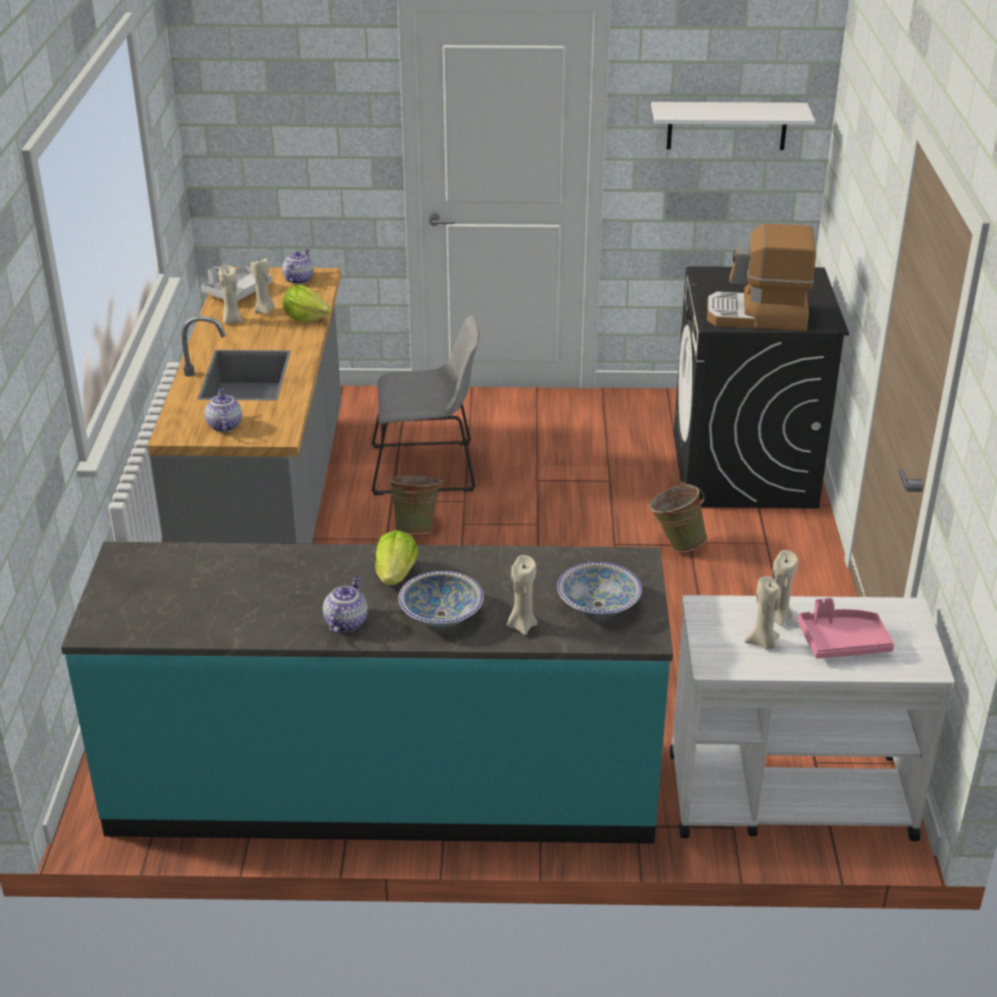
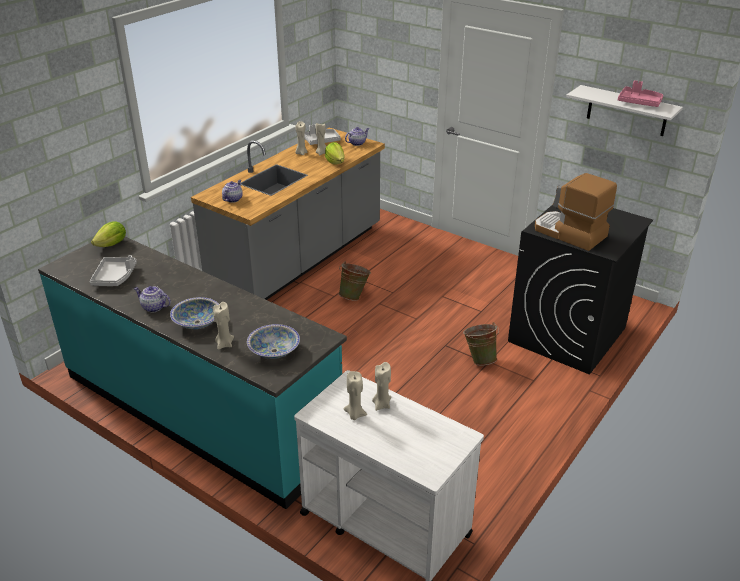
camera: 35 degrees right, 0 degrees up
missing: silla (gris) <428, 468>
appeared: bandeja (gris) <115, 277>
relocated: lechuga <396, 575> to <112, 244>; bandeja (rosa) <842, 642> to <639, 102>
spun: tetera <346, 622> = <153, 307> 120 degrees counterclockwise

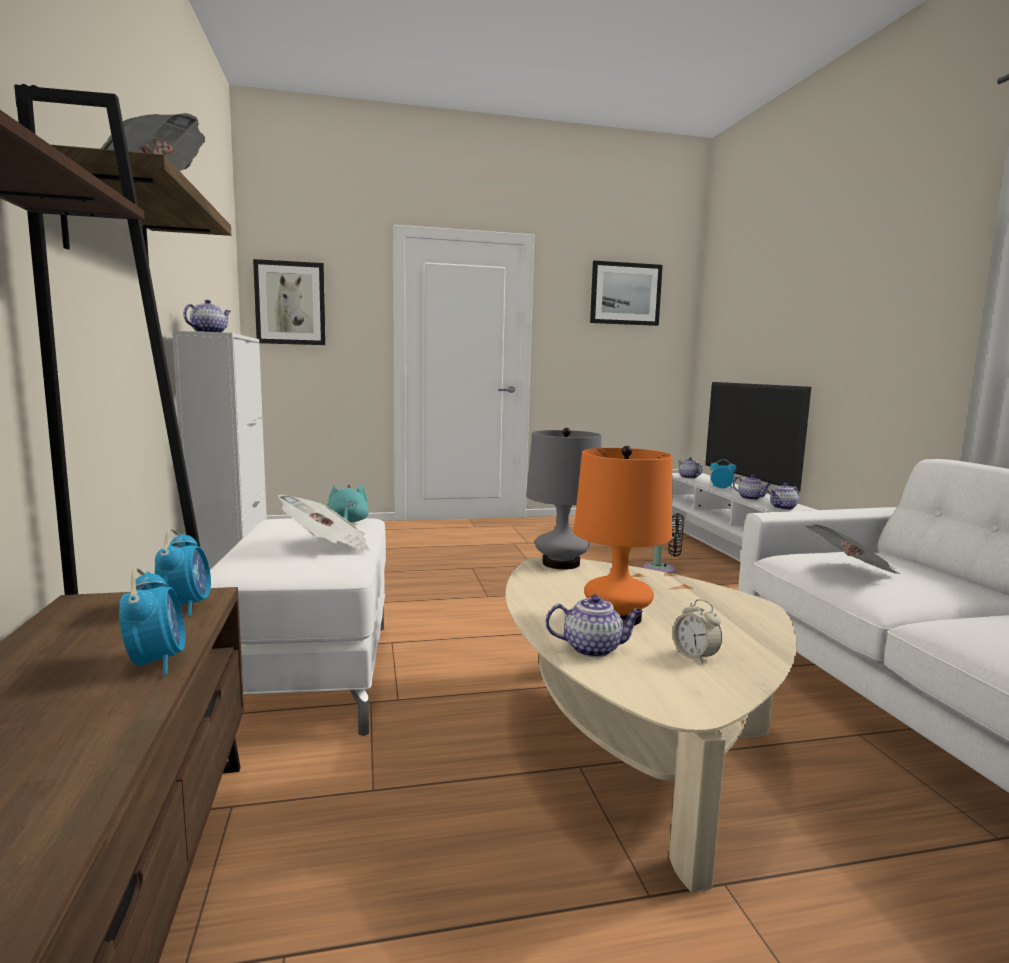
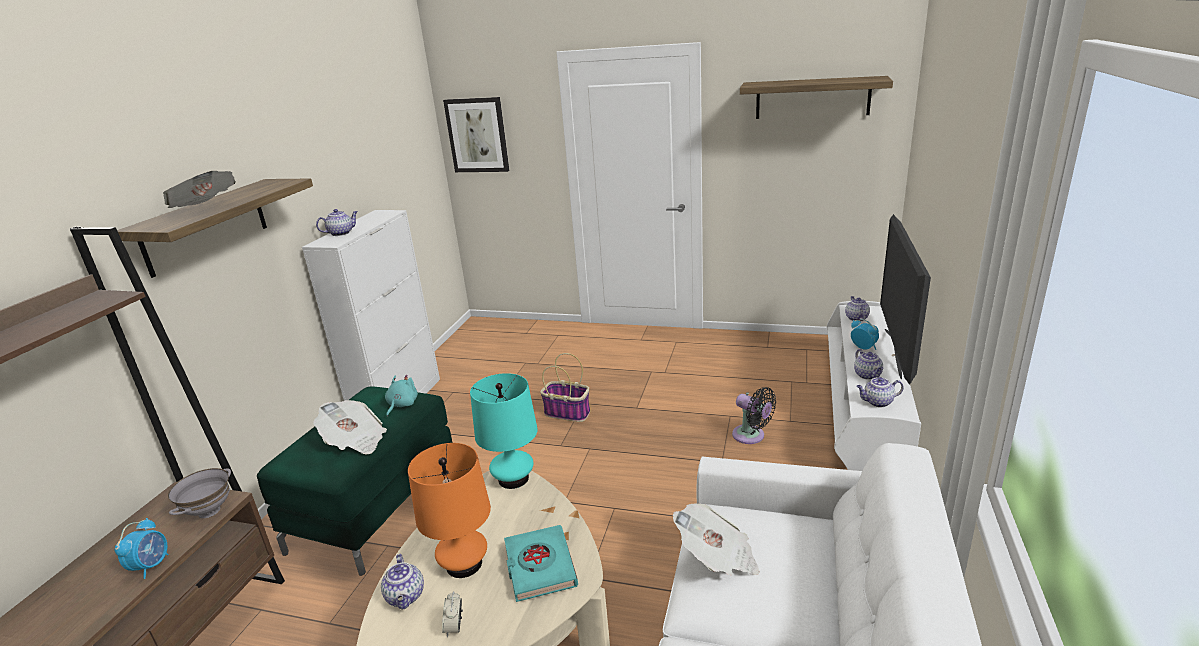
camera: 30 degrees right, 15 degrees up
appeared: libro (turquesa) <539, 567>; cesta <568, 413>
exchanged: despertador <186, 607> to cuenco (gris) <209, 511>; cuadro <625, 294> to estante <812, 98>
colour: puf (blanco) <310, 675> to puf (verde) <376, 509>; lámpara de mesa (gris) <561, 563> to lámpara de mesa (turquesa) <513, 479>
spun: tetera <593, 649> = <406, 597> 45 degrees clockwise

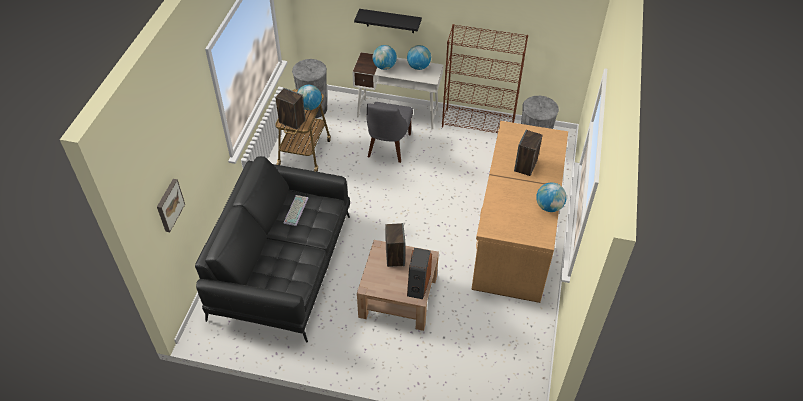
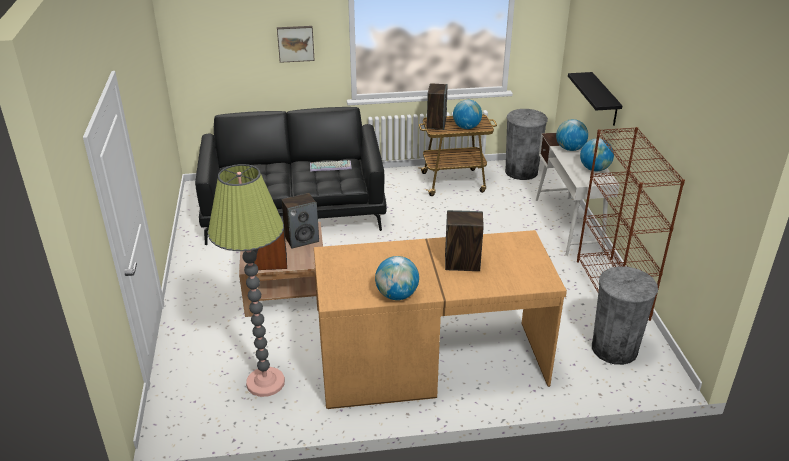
camera: 70 degrees right, 15 degrees down
missing: silla (gris) <388, 147>
appeared: lámpara de pie <265, 382>
relocated: cuadro <169, 205> to <295, 43>

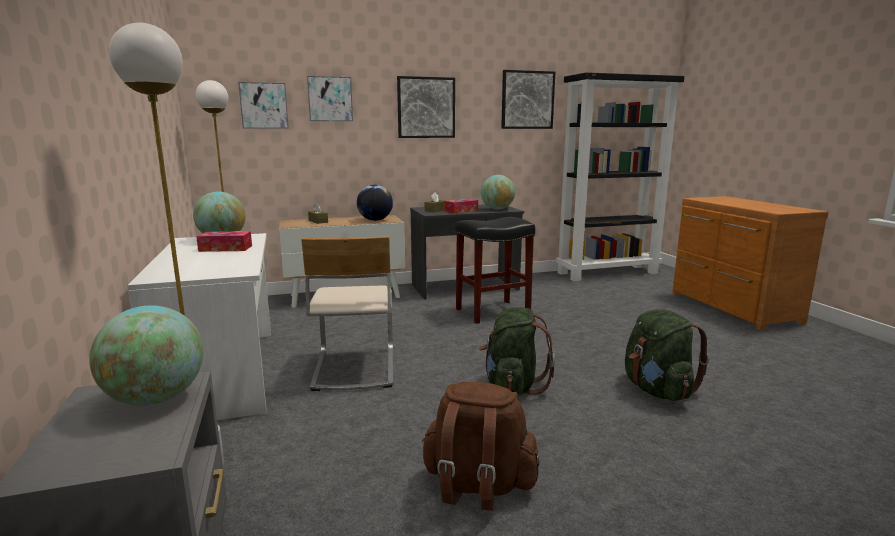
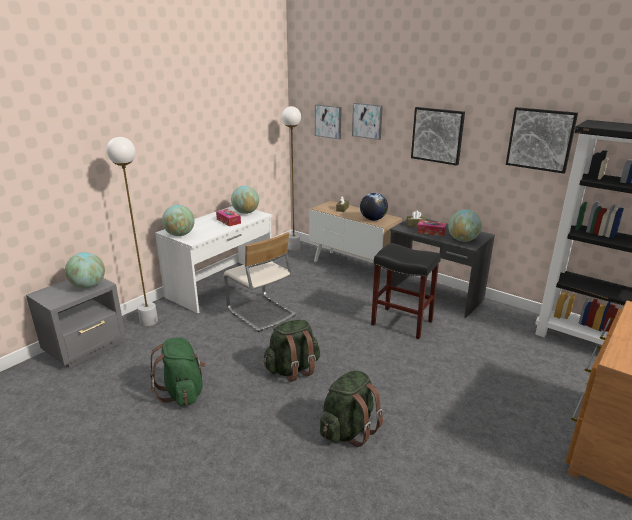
camera: 55 degrees right, 10 degrees up
appeared: globo terráqueo <180, 235>
colour: mochila (marrón) <478, 485> to mochila (verde) <183, 392>
spun: silla (beis) <353, 368> = <261, 313> 90 degrees counterclockwise

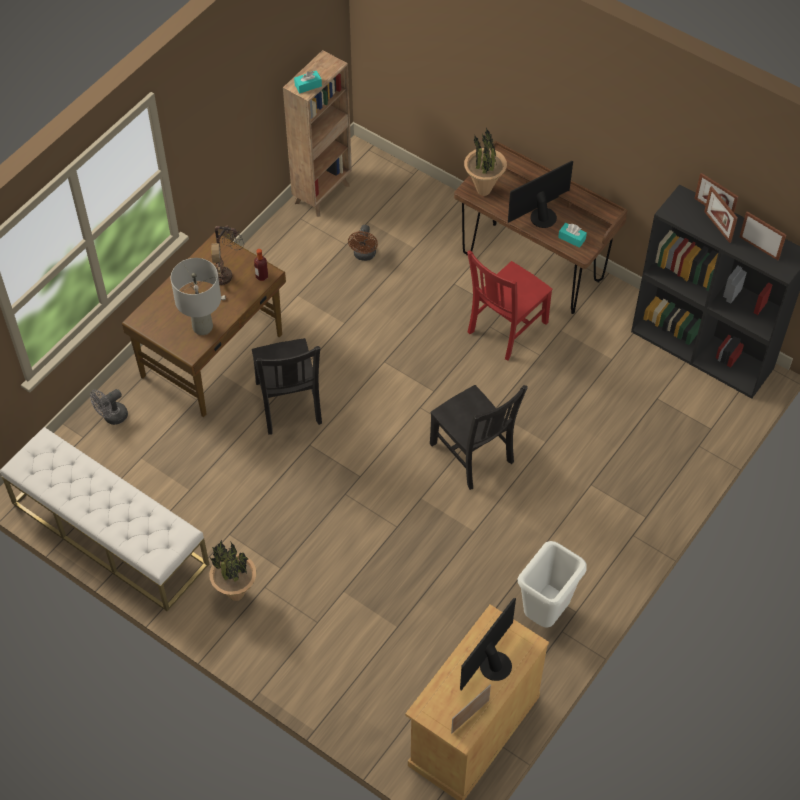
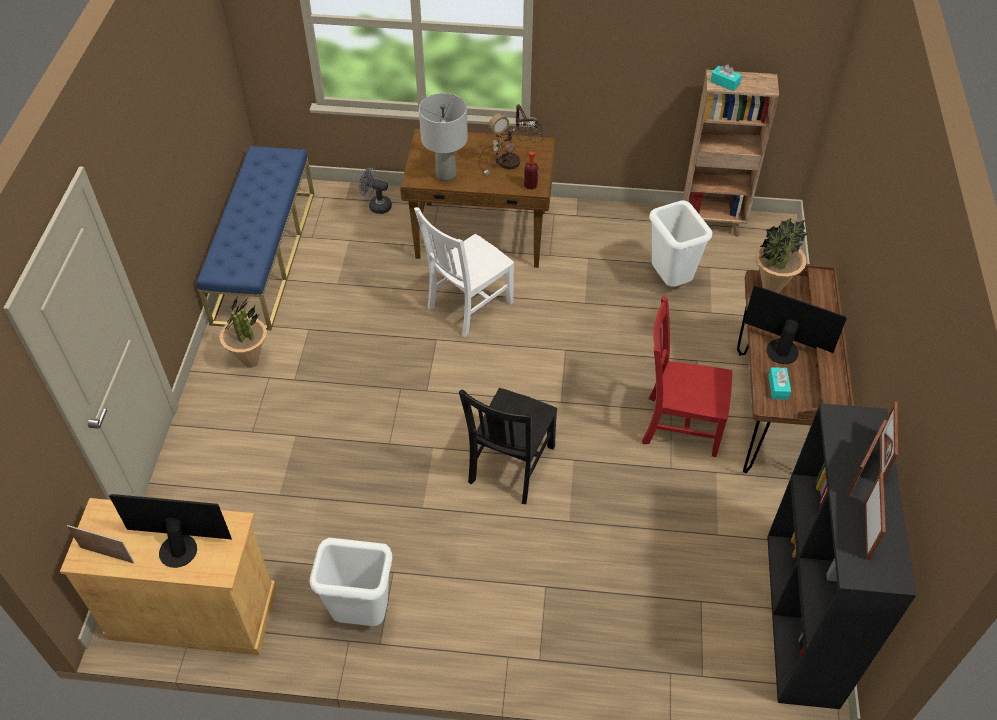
camera: 60 degrees right, 5 degrees down
exchanged: ventilador (marrón) <364, 255> to papelera (blanco) <670, 282>
colour: banco (blanco) <109, 533> to banco (azul) <264, 256>; silla (negro) <289, 405> to silla (blanco) <468, 306>

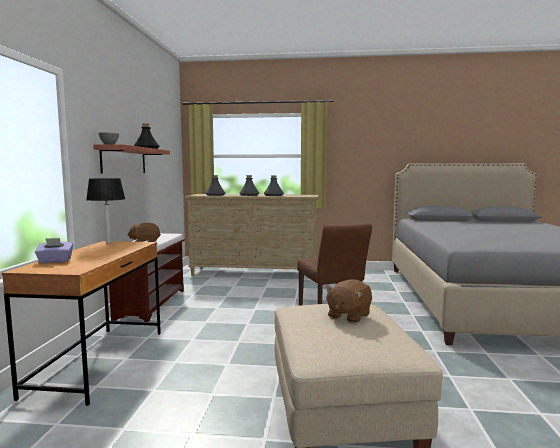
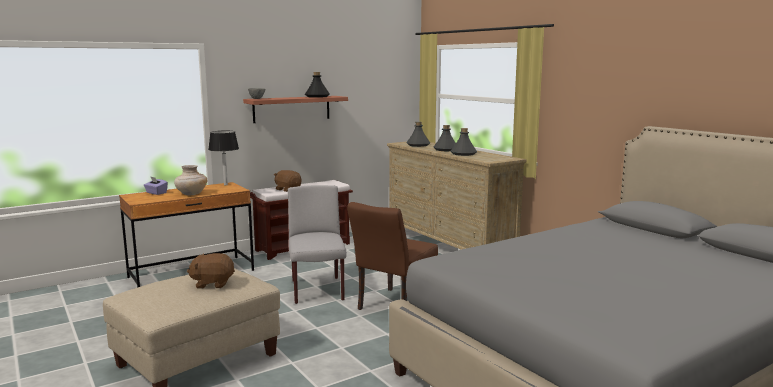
camera: 50 degrees right, 5 degrees up
appeared: florero (beis) <191, 194>; silla (gris) <317, 291>

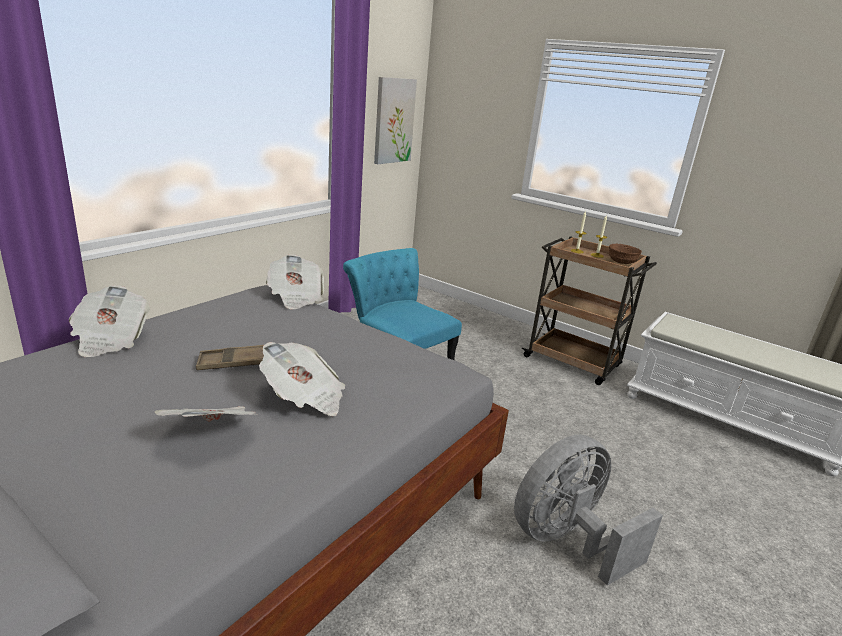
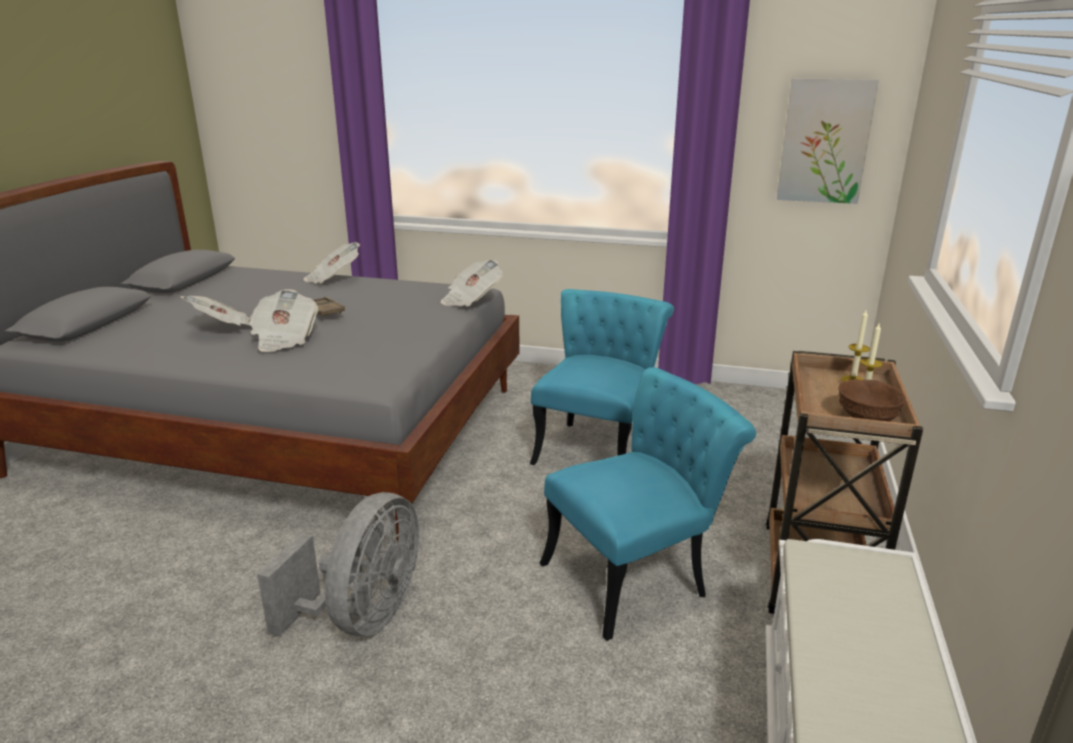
camera: 70 degrees right, 0 degrees up
appeared: silla (turquesa) <637, 575>
spun: ventilador (gris) <567, 541> = <362, 617> 75 degrees clockwise

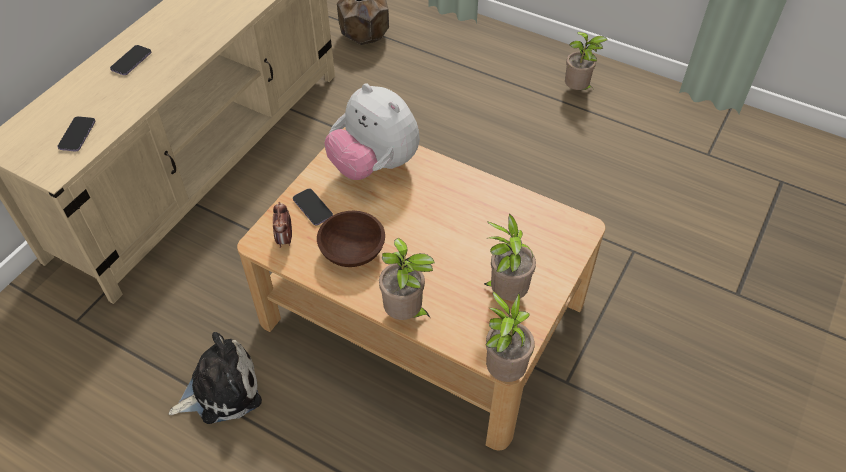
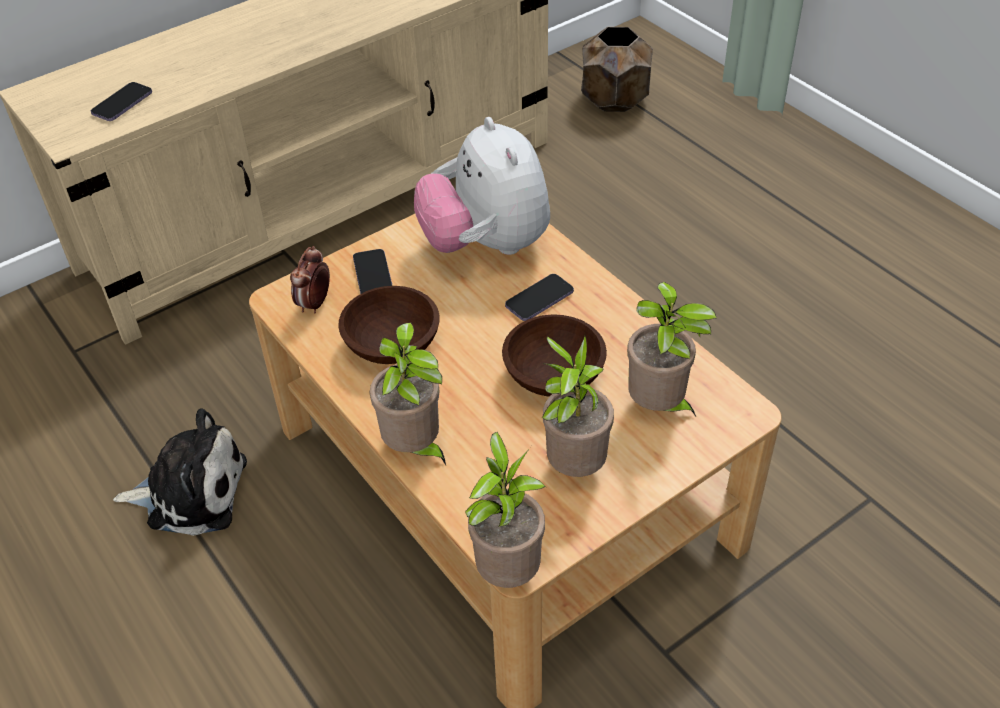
camera: 25 degrees right, 5 degrees down
appeared: cuenco (marrón) <552, 375>
relocated: móvil <131, 61> to <539, 299>; planta en maceta <577, 90> to <659, 408>

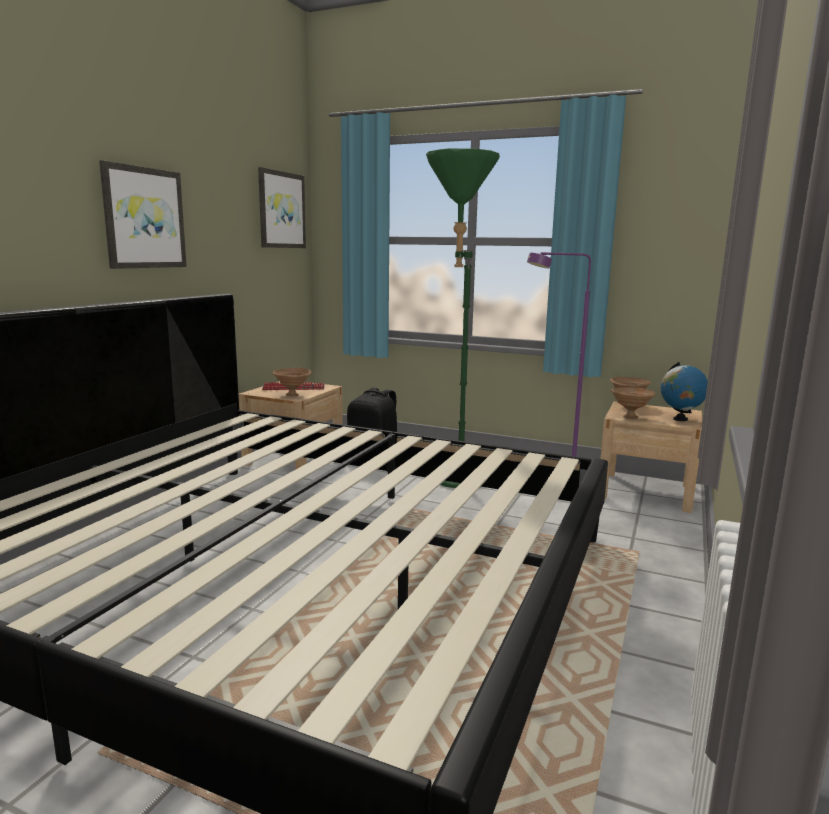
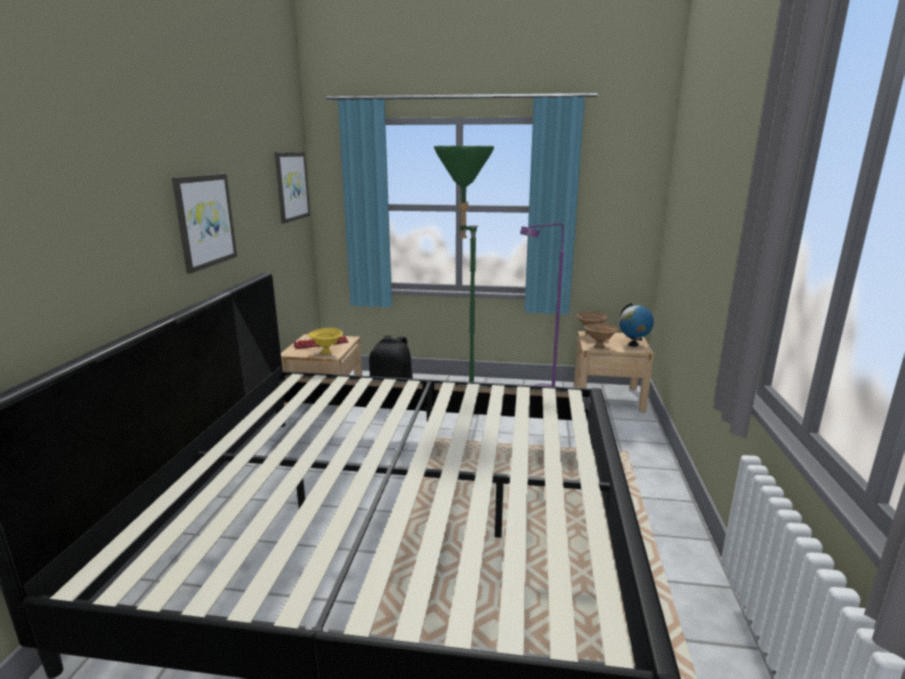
camera: 15 degrees left, 5 degrees up
colour: cuenco (marrón) <293, 395> to cuenco (amarillo) <327, 352>

